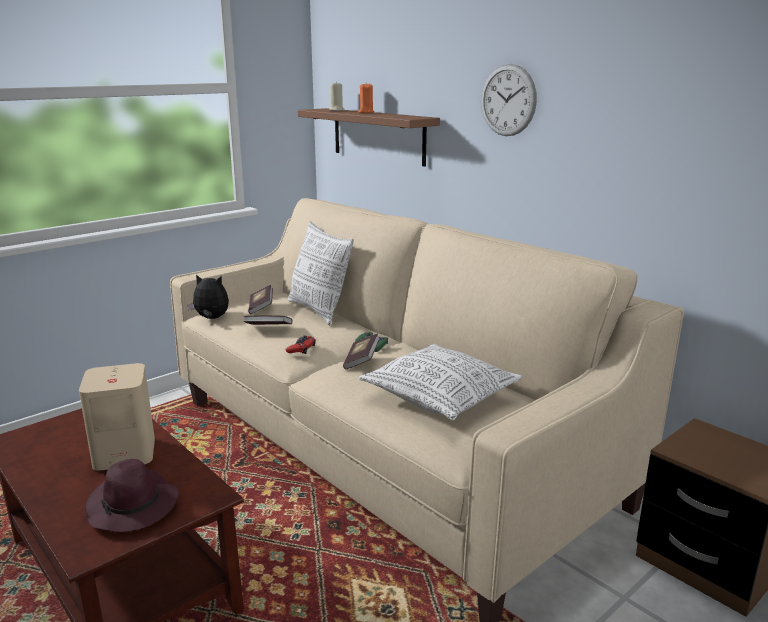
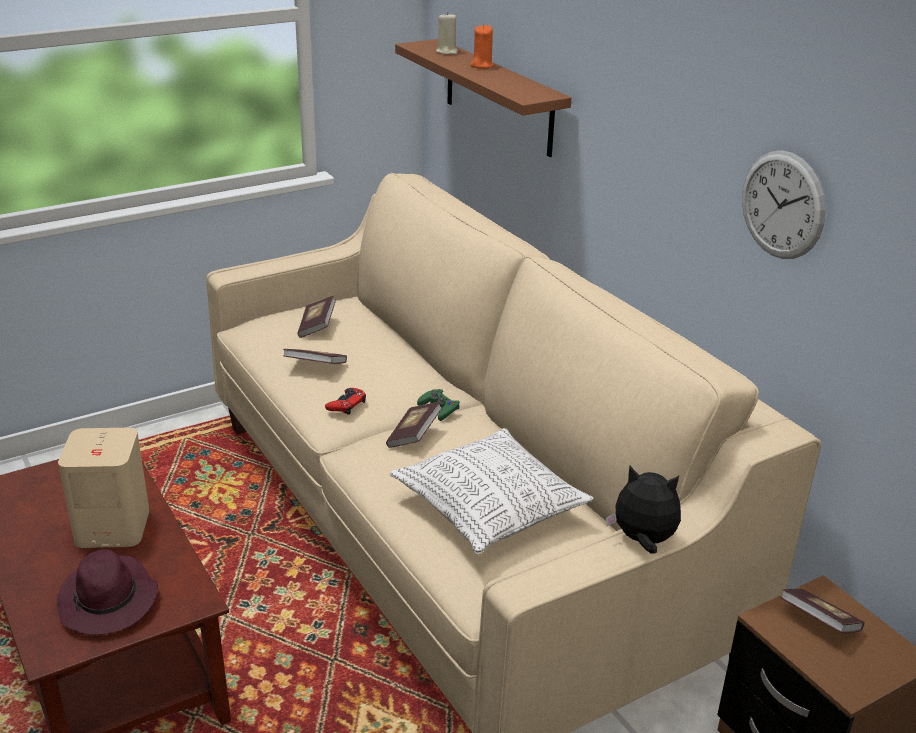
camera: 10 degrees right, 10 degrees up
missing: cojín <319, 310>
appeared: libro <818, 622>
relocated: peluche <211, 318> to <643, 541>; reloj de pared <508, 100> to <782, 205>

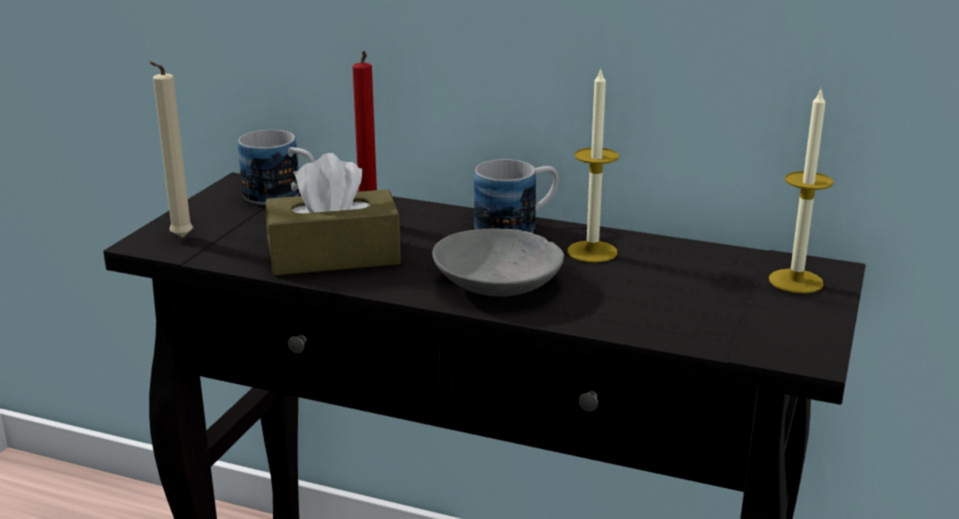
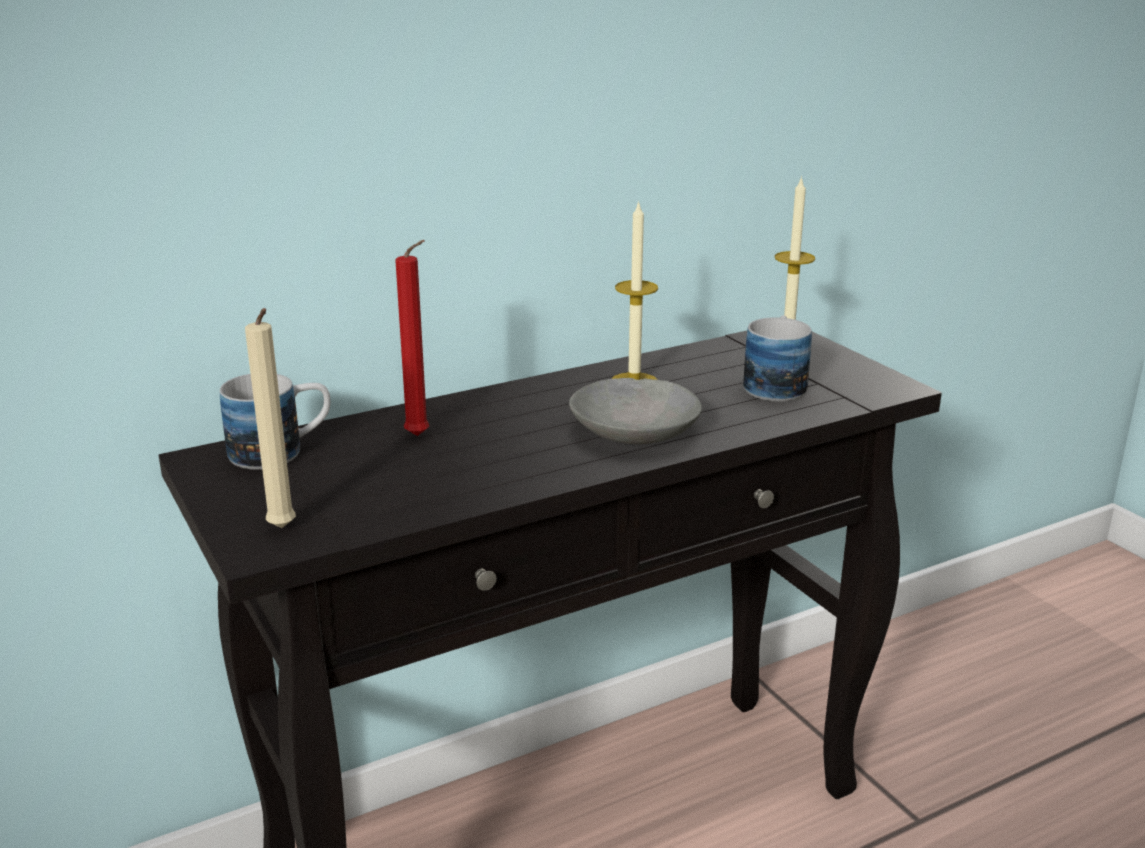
camera: 50 degrees left, 0 degrees up
missing: caja de pañuelos (marrón) <334, 256>
relocated: taza grande <517, 226> to <776, 384>

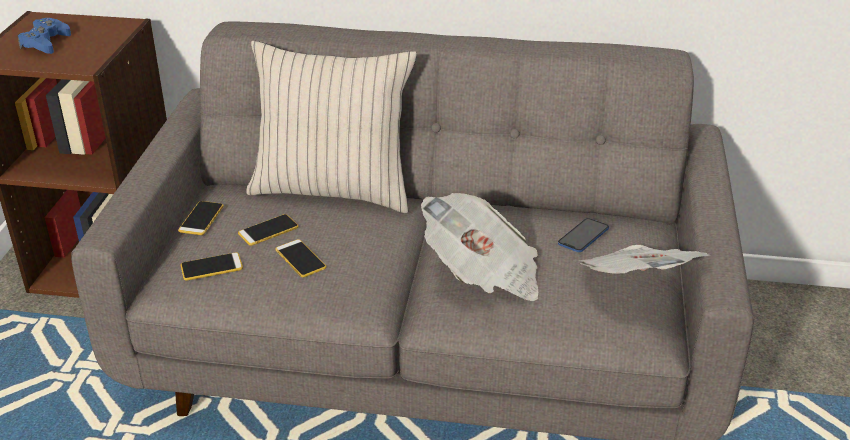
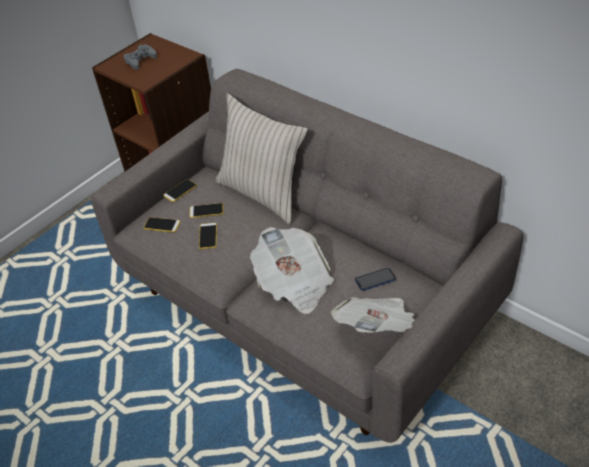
camera: 35 degrees right, 10 degrees up
colour: mando de consola (azul) <45, 43> to mando de consola (gris) <140, 60>

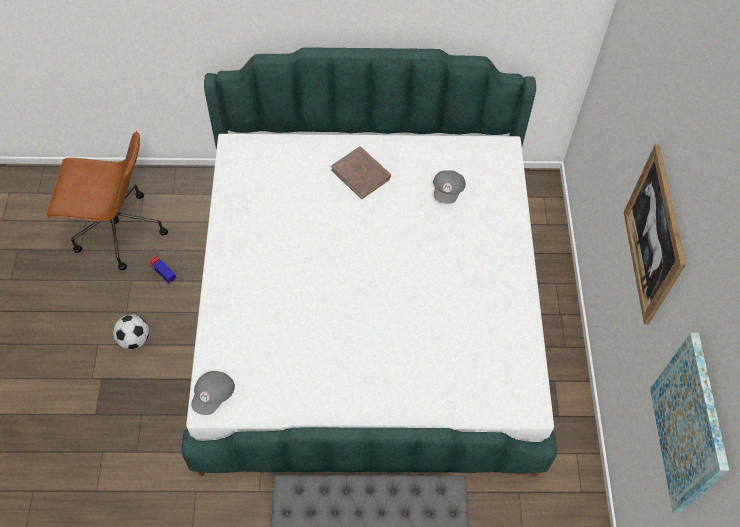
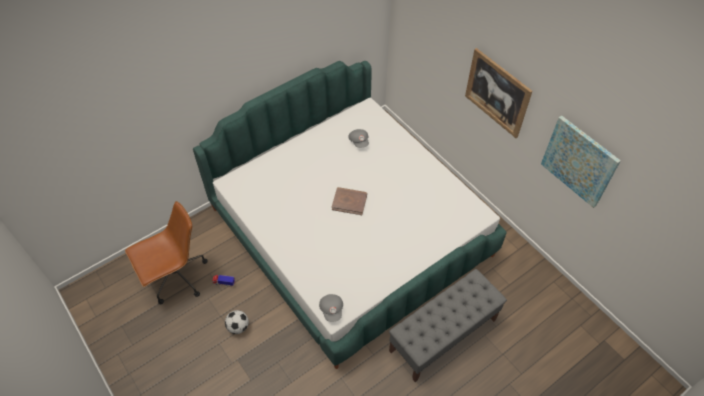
camera: 35 degrees left, 5 degrees down
relocated: libro (marrón) <361, 174> to <349, 202>

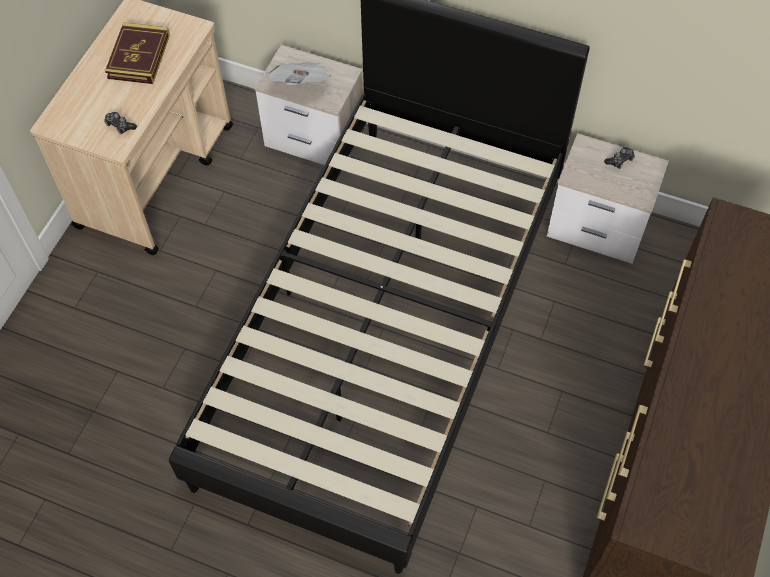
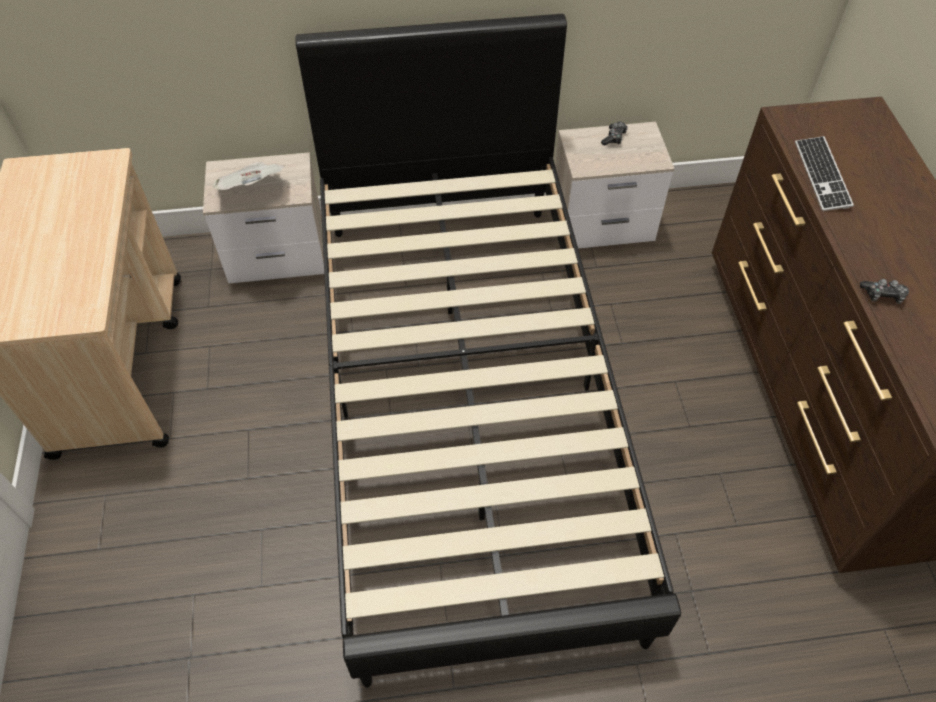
camera: 30 degrees left, 5 degrees down
missing: libro <139, 56>
appeared: teclado <822, 175>
relocated: mando de consola <120, 126> to <883, 295>

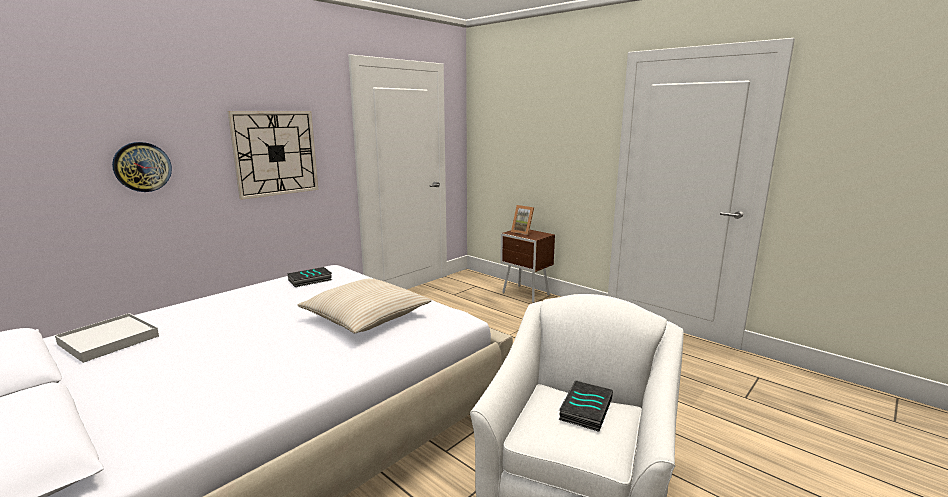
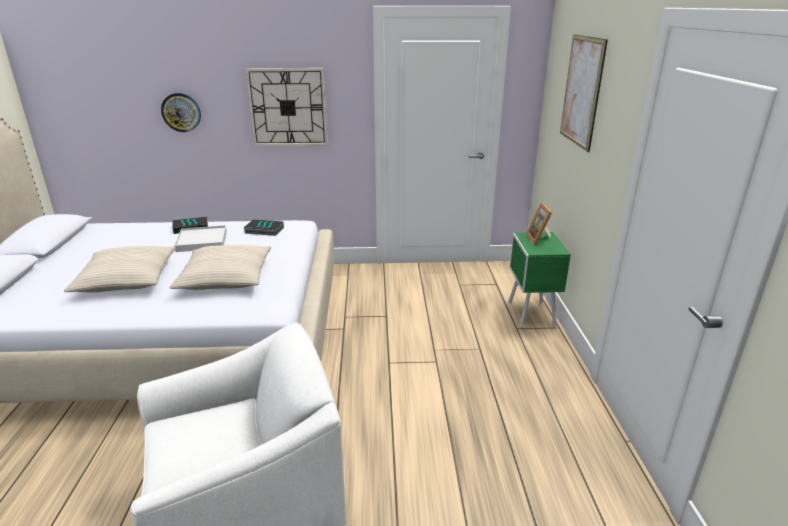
camera: 45 degrees right, 10 degrees up
appeared: cojín (beis) <127, 279>; cuadro <581, 91>
relocated: libro <585, 408> to <191, 227>; bandeja (blanco) <109, 340> to <202, 241>
colour: mesita de noche (marrón) <526, 294> to mesita de noche (verde) <530, 315>

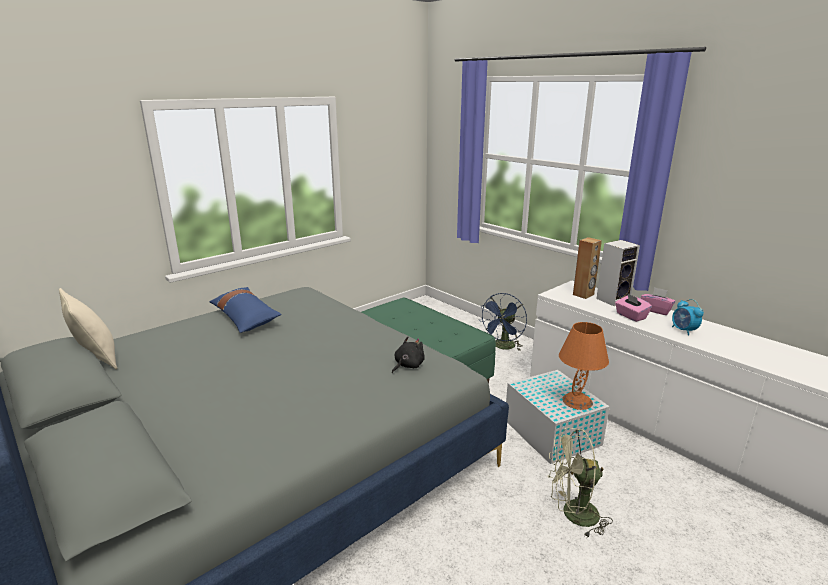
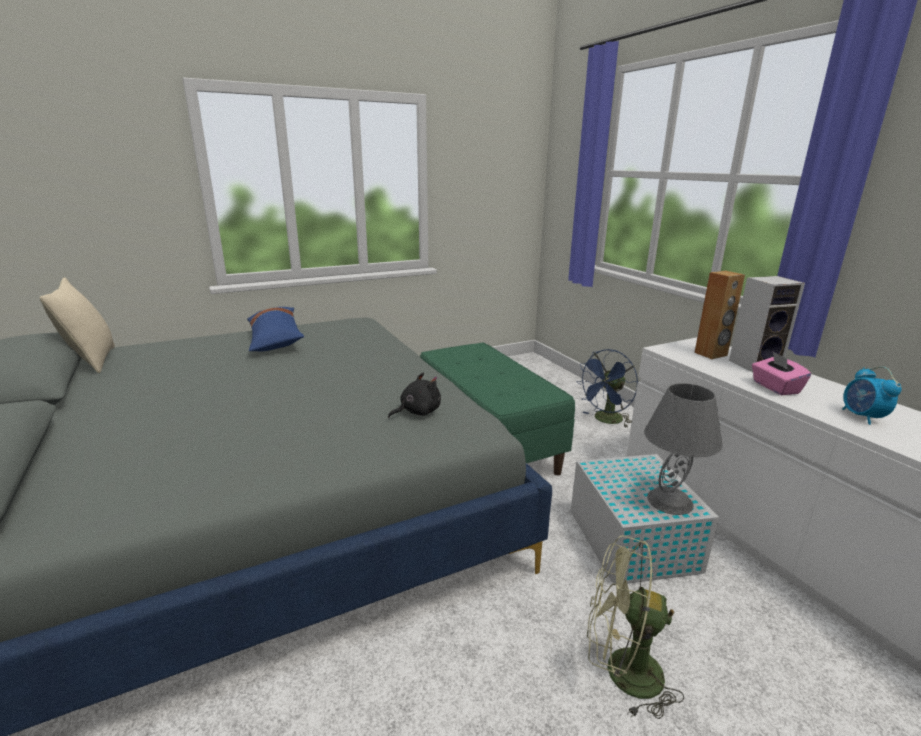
camera: 15 degrees right, 0 degrees up
missing: caja de pañuelos (rosa) <656, 310>
colour: lámpara de mesa (naranja) <577, 401> to lámpara de mesa (gris) <670, 501>

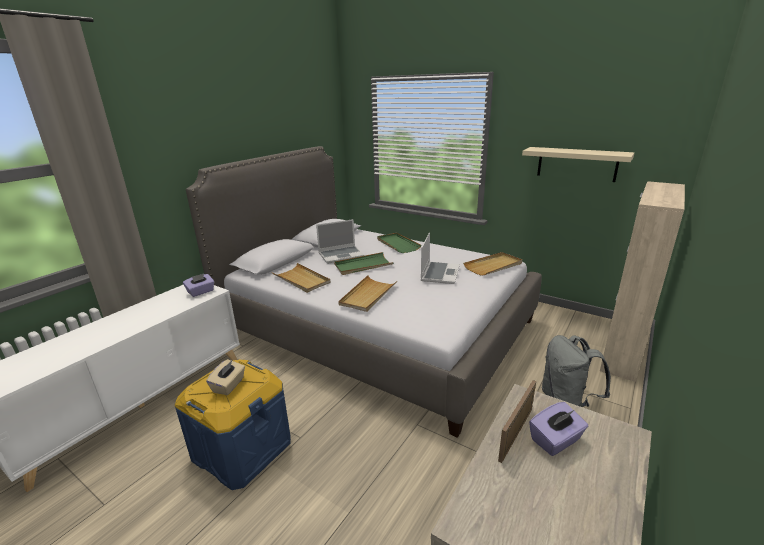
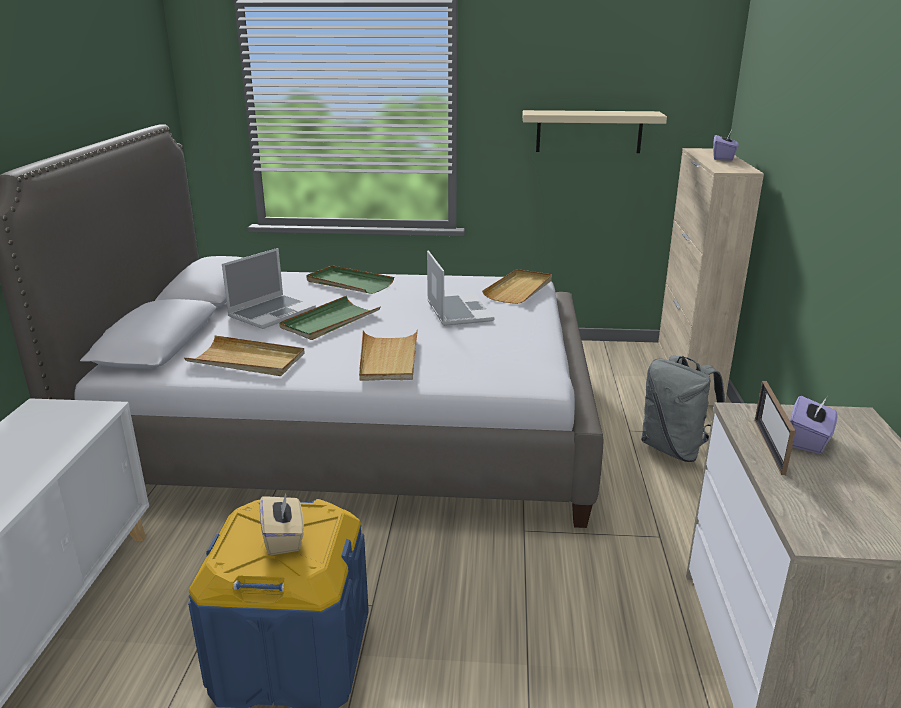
camera: 30 degrees left, 0 degrees up
relocated: caja de pañuelos (morado) <201, 292> to <723, 158>

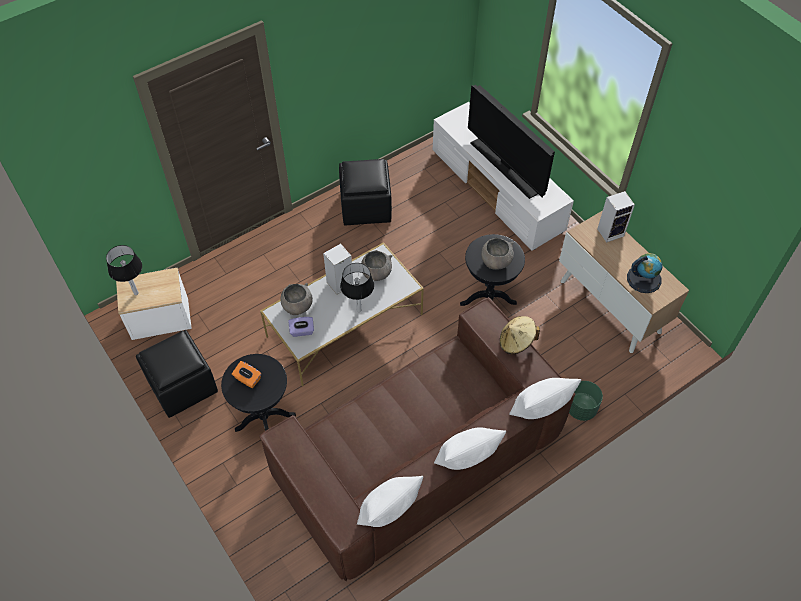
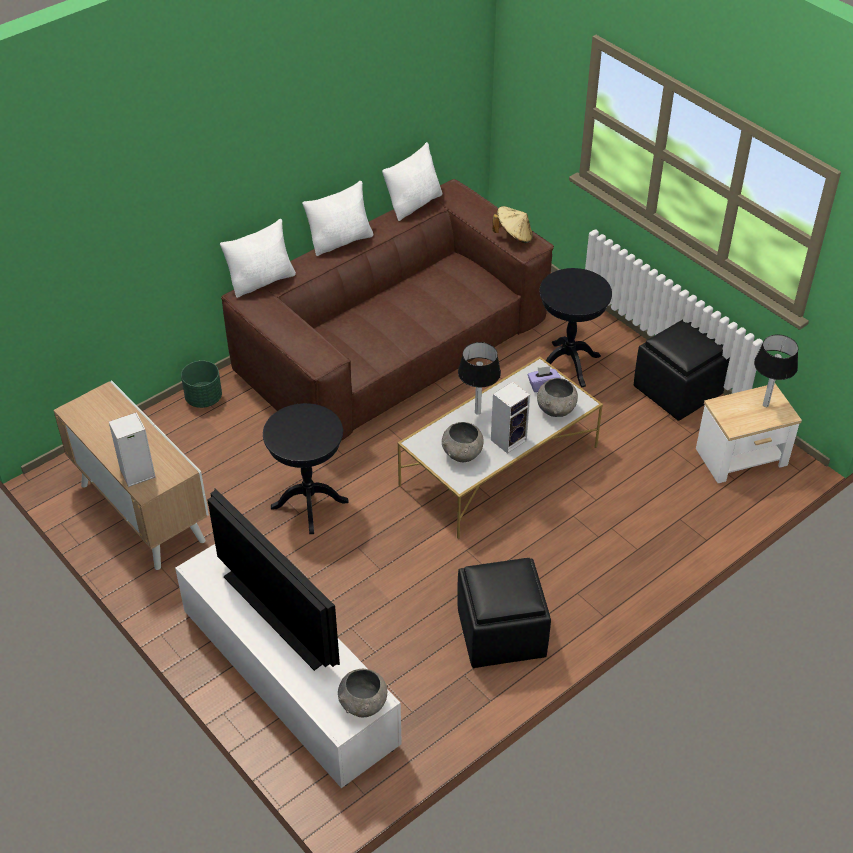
camera: 175 degrees right, 10 degrees down
missing: caja de pañuelos (naranja) <247, 379>; globo terráqueo <644, 279>
relocated: cuenco (gris) <495, 262> to <363, 705>; sombrero (beis) <516, 342> to <513, 236>

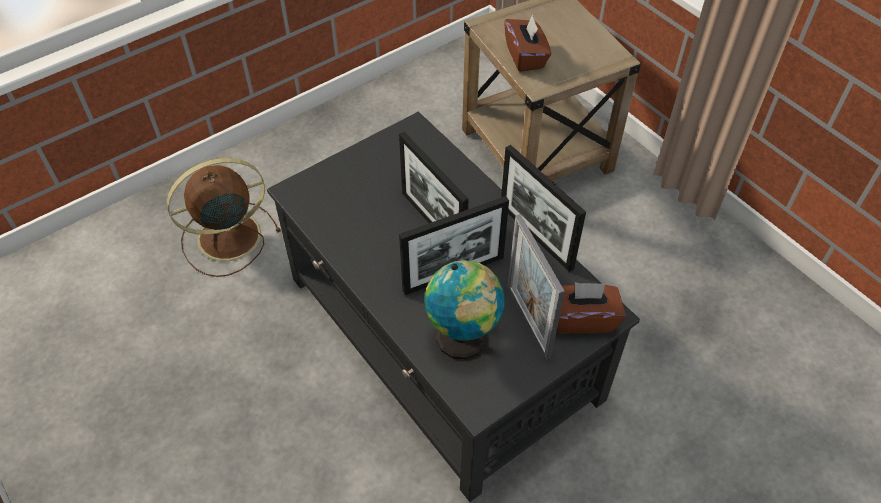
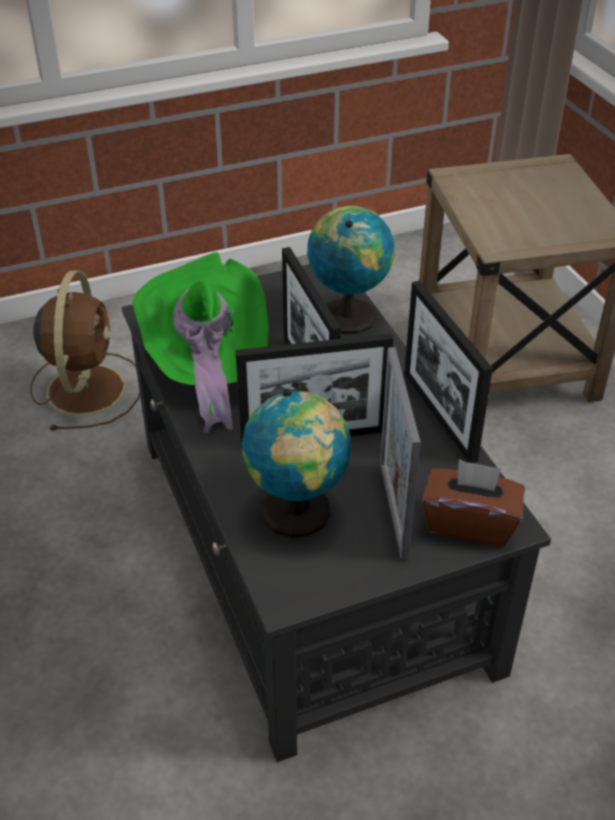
camera: 15 degrees right, 10 degrees down
missing: caja de pañuelos (marrón) <525, 57>
appeared: sombrero (verde) <208, 369>; globo terráqueo <348, 314>
spun: ventilador (marrón) <226, 238> = <87, 388> 105 degrees clockwise

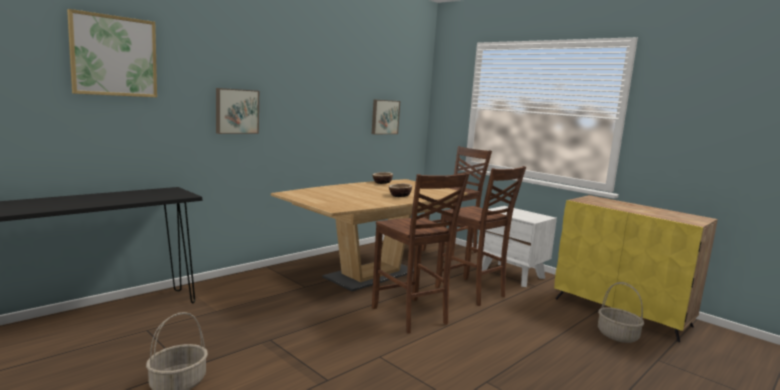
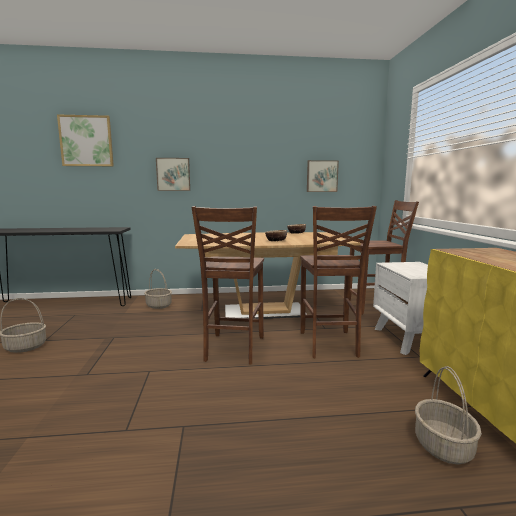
camera: 40 degrees right, 0 degrees up
appeared: cesta <159, 305>

